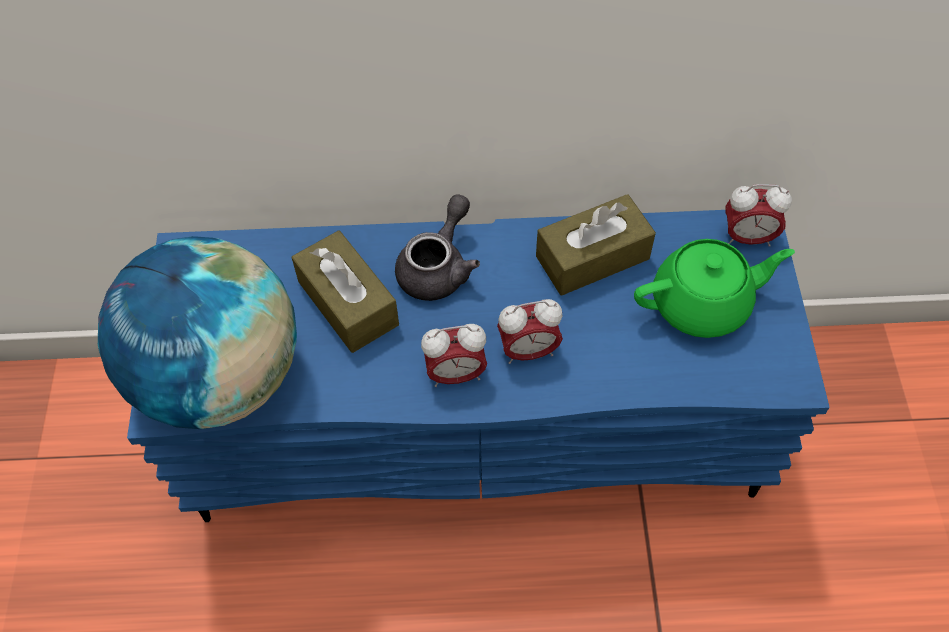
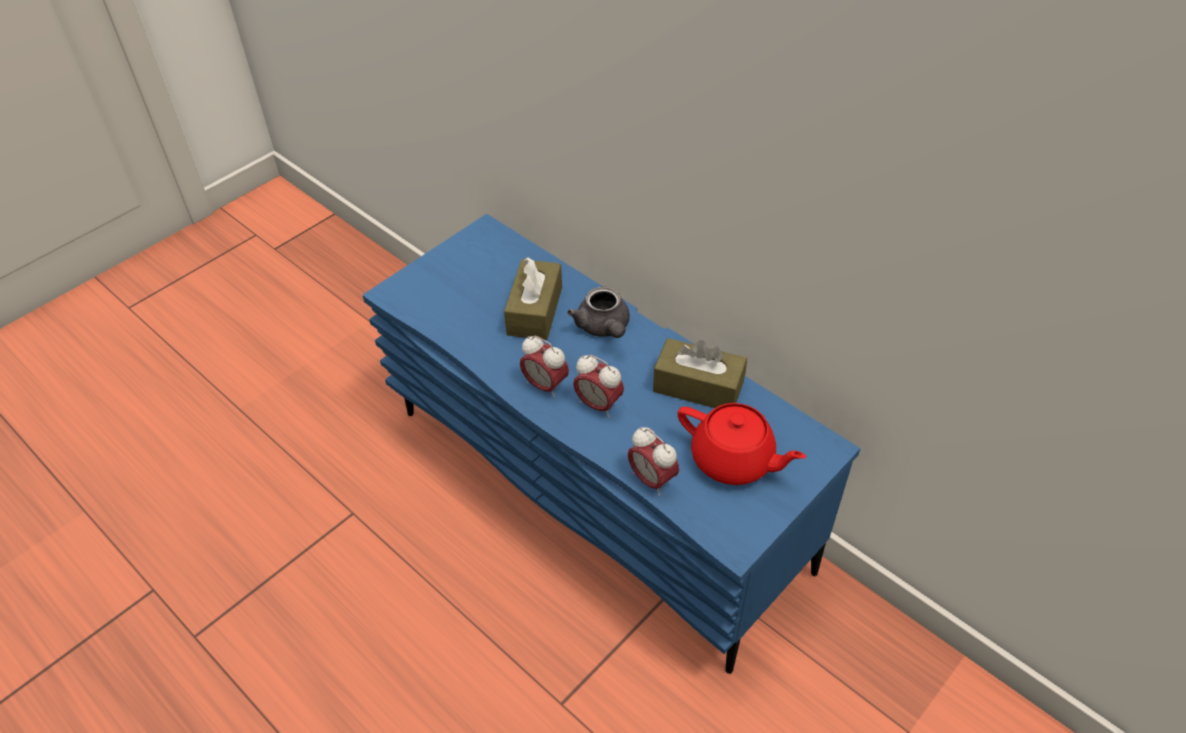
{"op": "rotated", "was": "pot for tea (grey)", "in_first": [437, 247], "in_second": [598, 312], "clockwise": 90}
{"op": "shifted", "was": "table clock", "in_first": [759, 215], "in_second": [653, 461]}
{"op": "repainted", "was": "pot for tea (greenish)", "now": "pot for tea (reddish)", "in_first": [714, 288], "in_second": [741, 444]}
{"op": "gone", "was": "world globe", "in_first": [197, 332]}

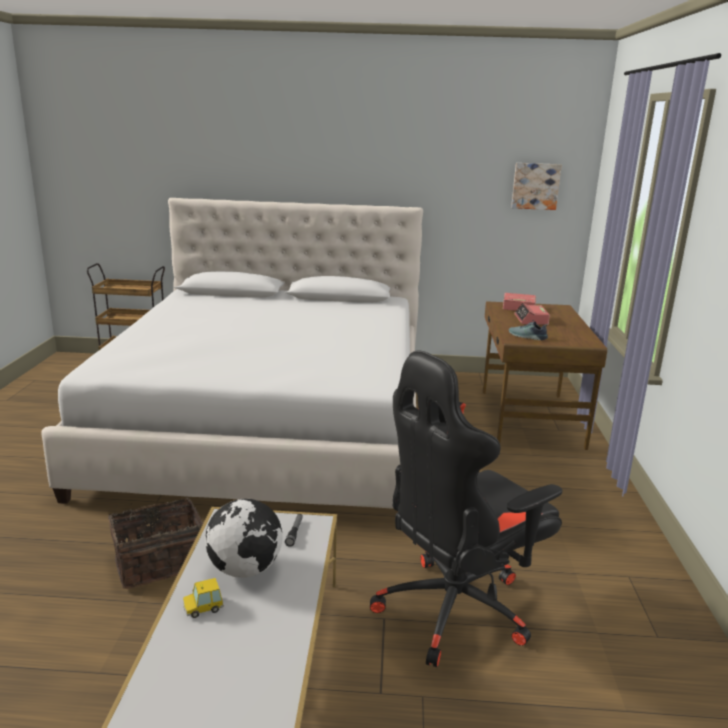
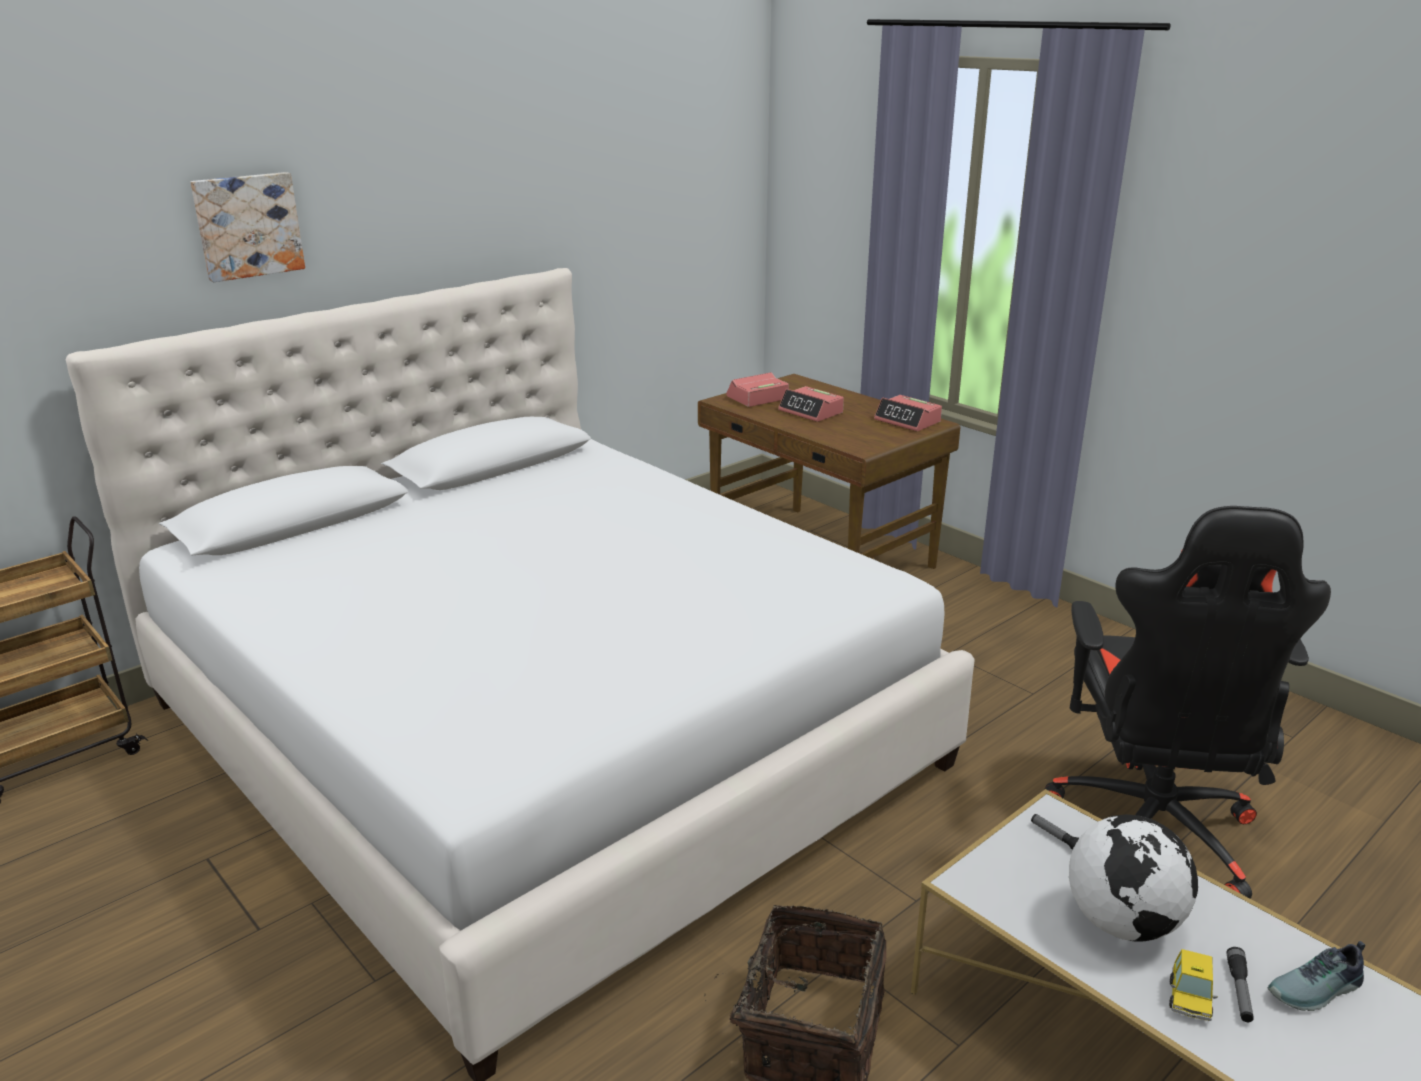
{"op": "shifted", "was": "wall picture", "in_first": [536, 186], "in_second": [247, 227]}
{"op": "new", "now": "table clock", "in_second": [908, 413]}
{"op": "new", "now": "flashlight", "in_second": [1239, 984]}
{"op": "shifted", "was": "item of footwear", "in_first": [528, 330], "in_second": [1316, 976]}

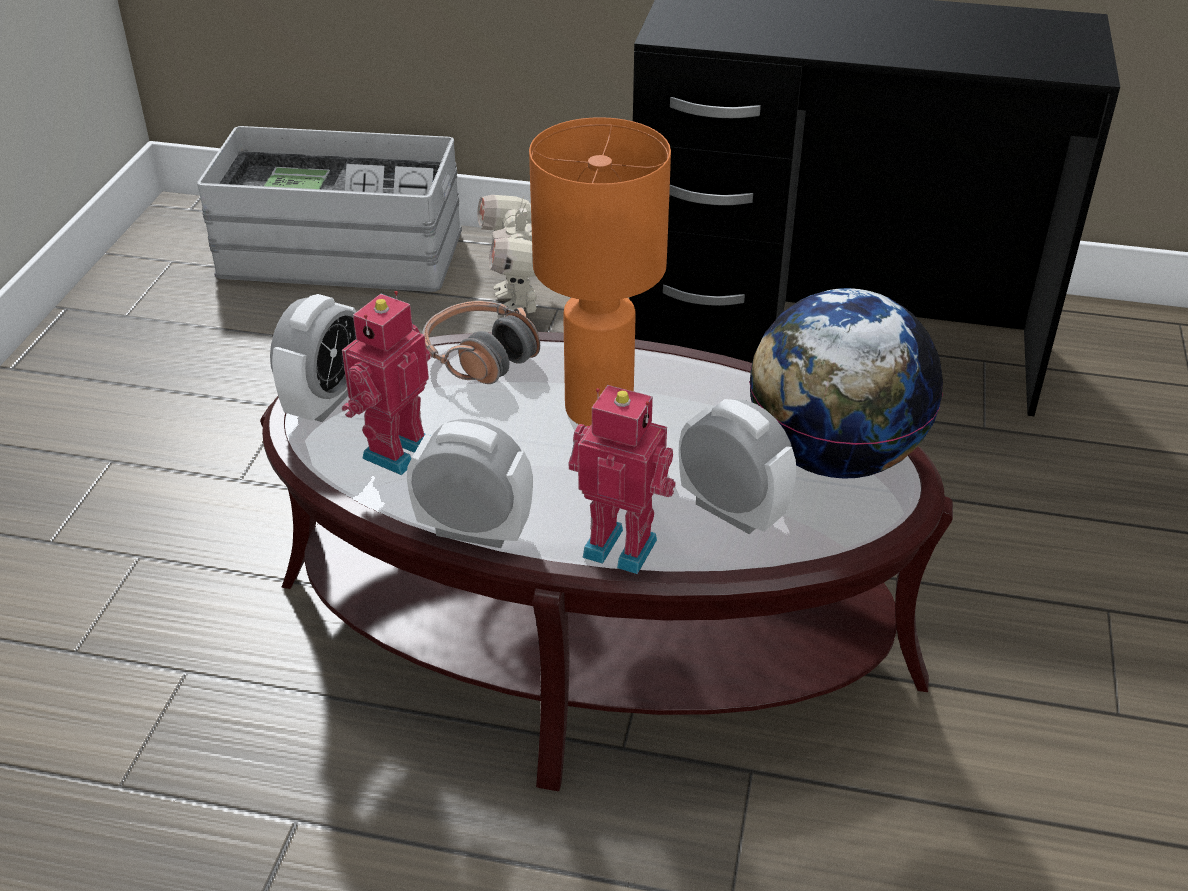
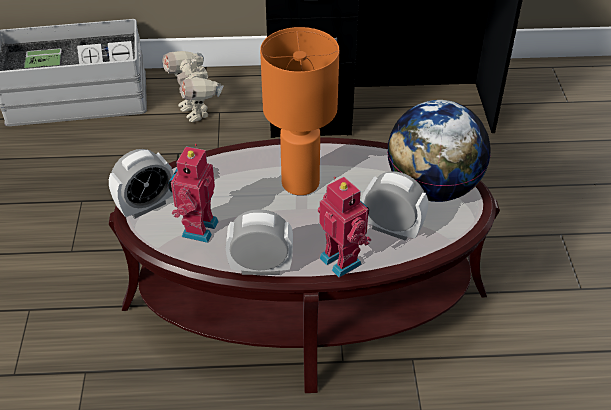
{"op": "rotated", "was": "table clock", "in_first": [313, 358], "in_second": [141, 183], "clockwise": 45}
{"op": "rotated", "was": "robot figure", "in_first": [622, 479], "in_second": [344, 227], "clockwise": 45}
{"op": "gone", "was": "headset", "in_first": [481, 342]}

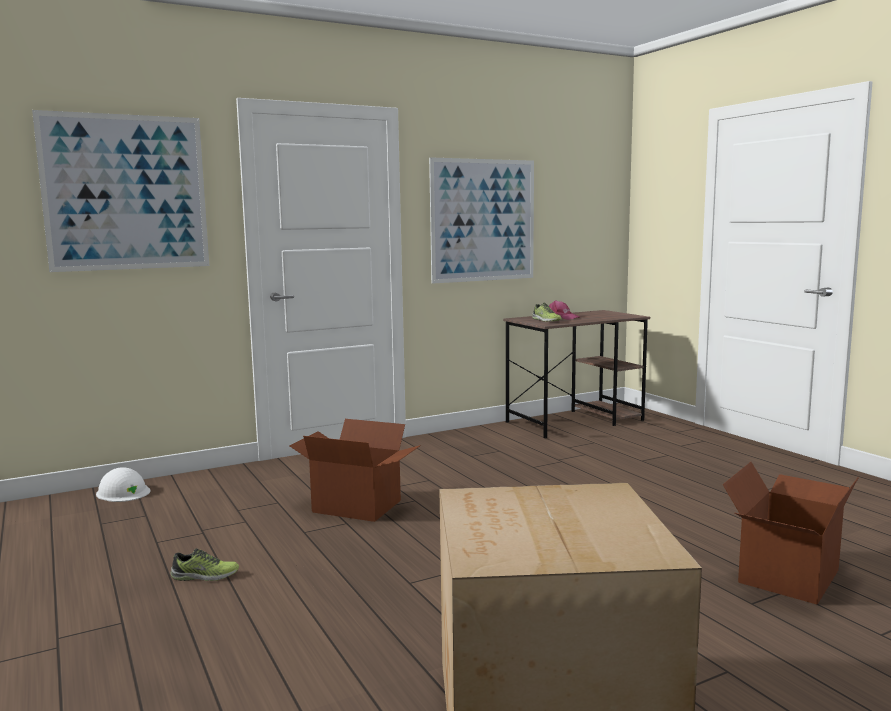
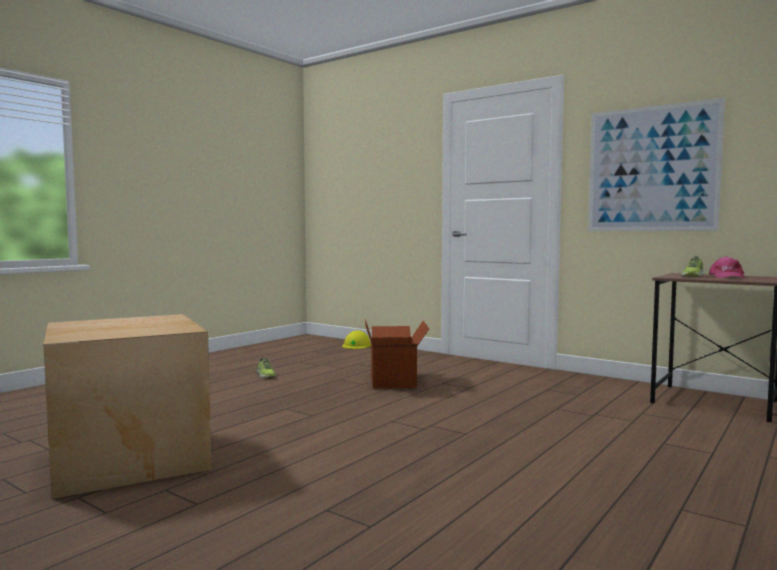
{"op": "repainted", "was": "work helmet (white-coloured)", "now": "work helmet (yellow)", "in_first": [123, 484], "in_second": [356, 339]}
{"op": "gone", "was": "wall picture", "in_first": [120, 191]}
{"op": "gone", "was": "packing box", "in_first": [791, 533]}

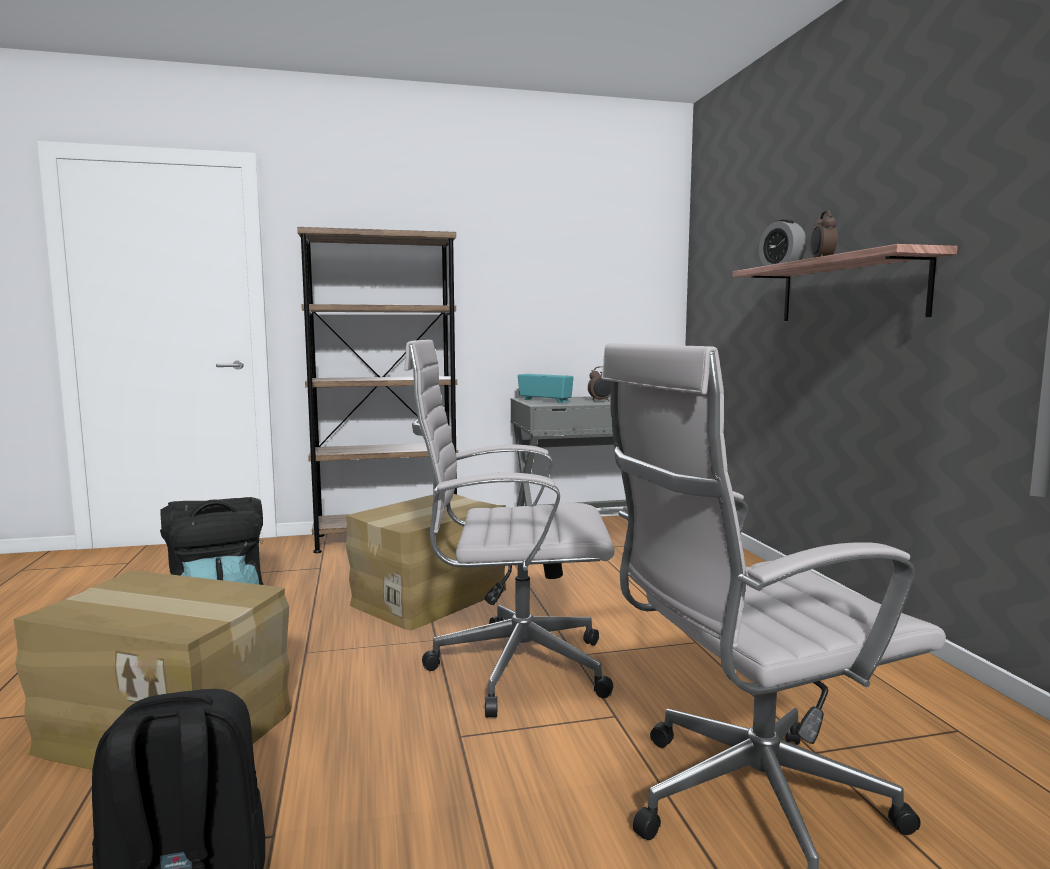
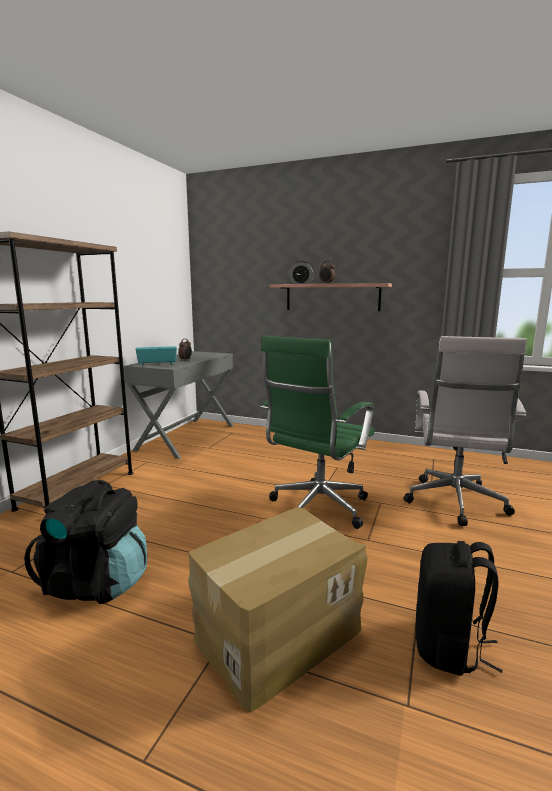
{"op": "repainted", "was": "desk chair (white-coloured)", "now": "desk chair (greenish)", "in_first": [509, 529], "in_second": [318, 432]}
{"op": "gone", "was": "packing box", "in_first": [426, 562]}

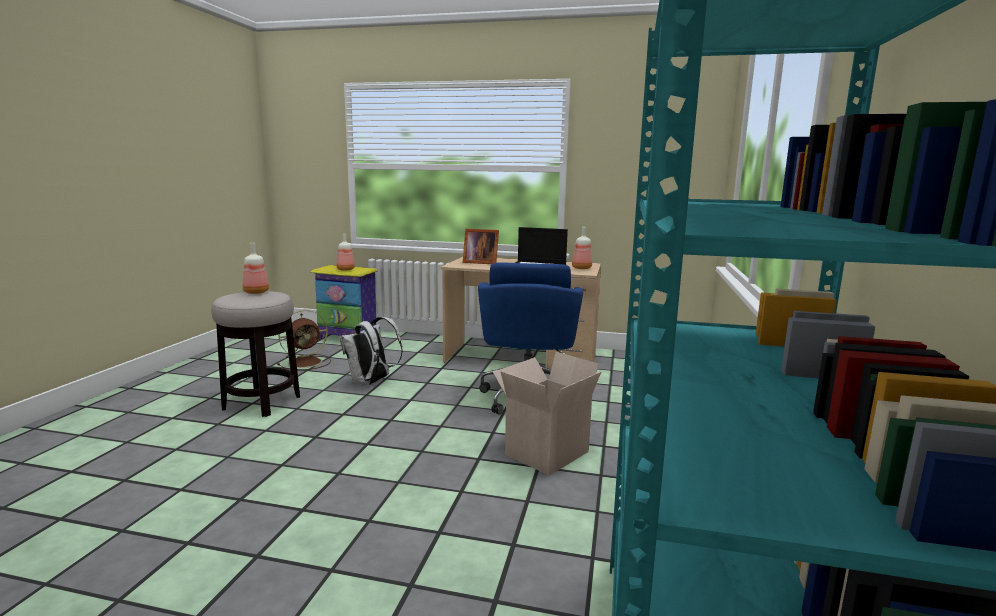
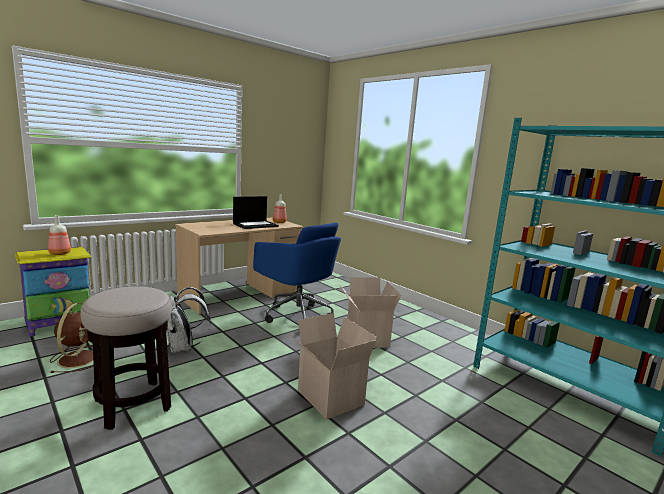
{"op": "new", "now": "packing box", "in_second": [332, 366]}
{"op": "gone", "was": "drink bottle", "in_first": [256, 268]}
{"op": "gone", "was": "picture frame", "in_first": [481, 246]}

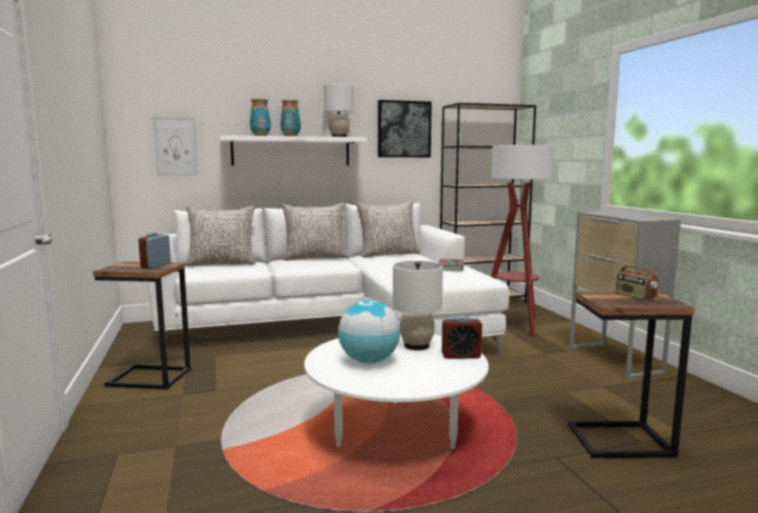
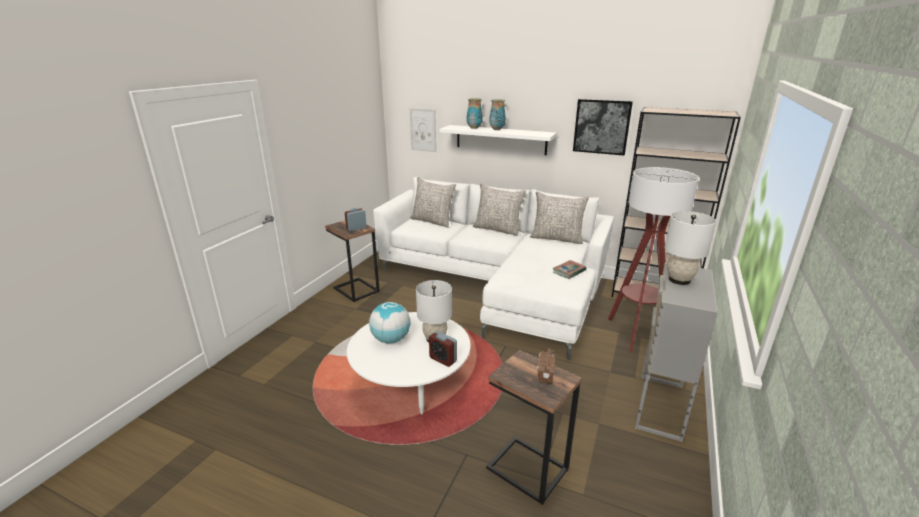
{"op": "shifted", "was": "tabletop lamp (white-coloured)", "in_first": [339, 110], "in_second": [690, 248]}

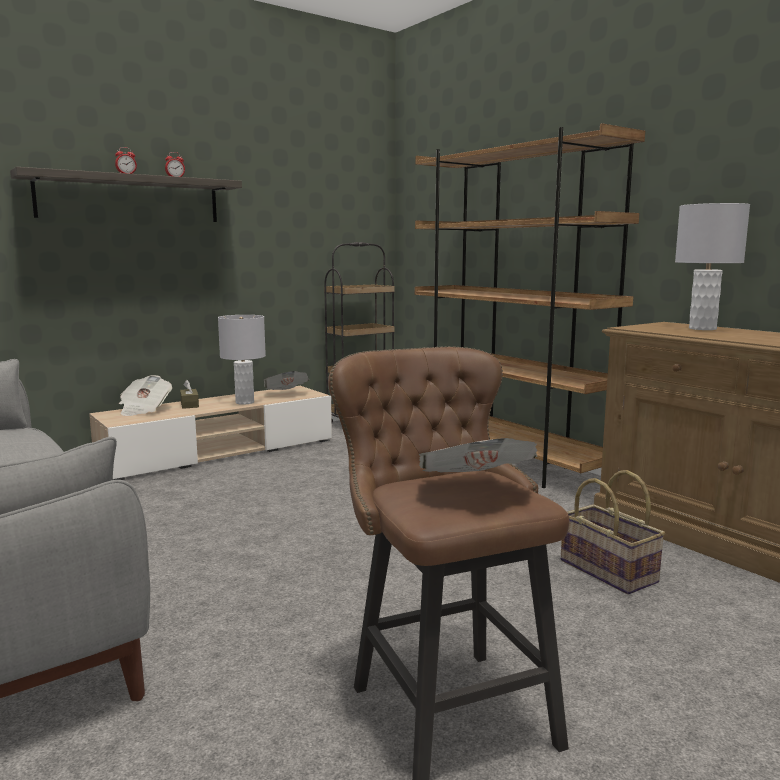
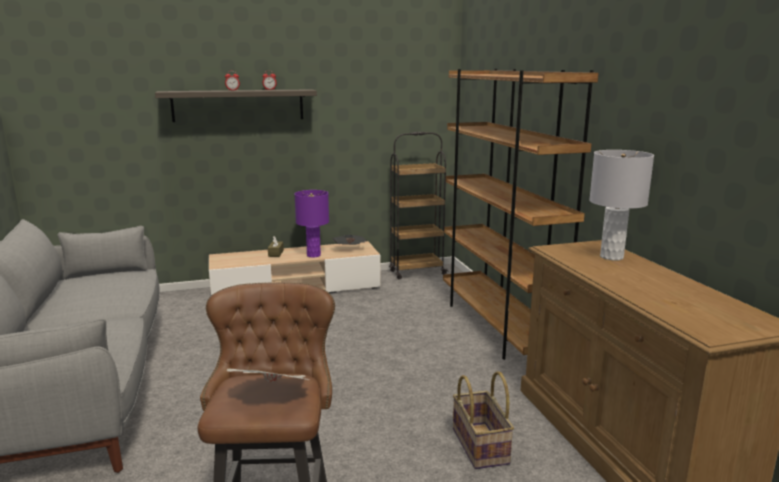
{"op": "repainted", "was": "tabletop lamp (grey)", "now": "tabletop lamp (purplish)", "in_first": [242, 360], "in_second": [311, 224]}
{"op": "gone", "was": "newspaper", "in_first": [145, 395]}

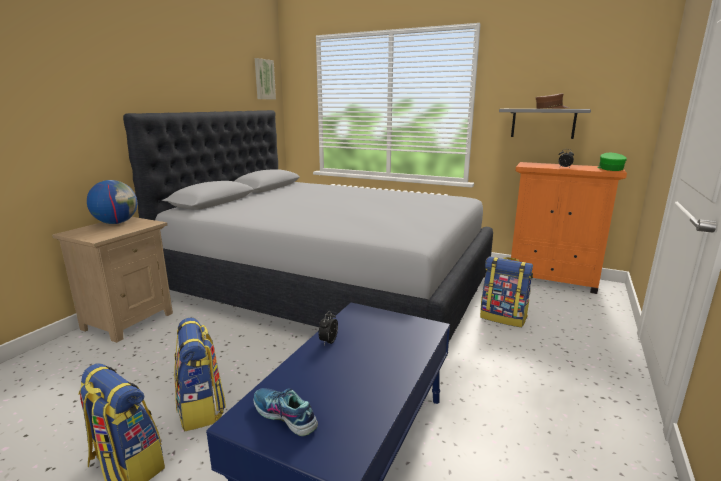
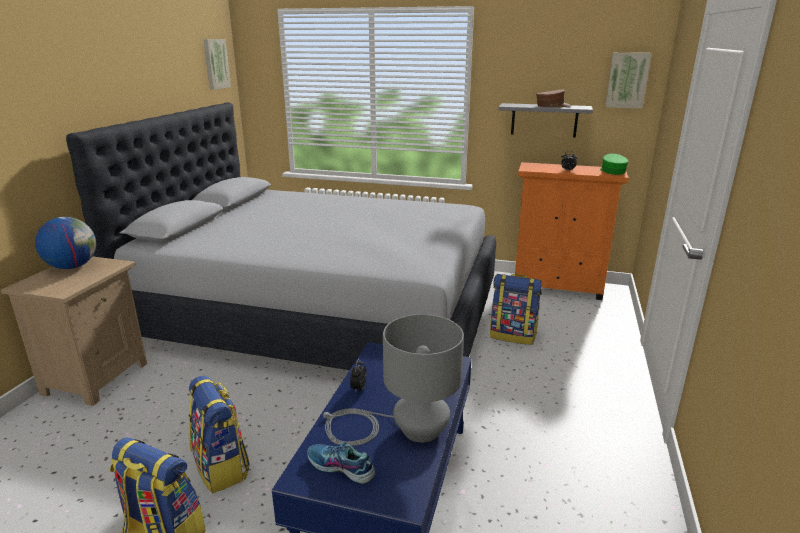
{"op": "new", "now": "tabletop lamp (grey)", "in_second": [393, 380]}
{"op": "new", "now": "wall picture", "in_second": [628, 81]}

